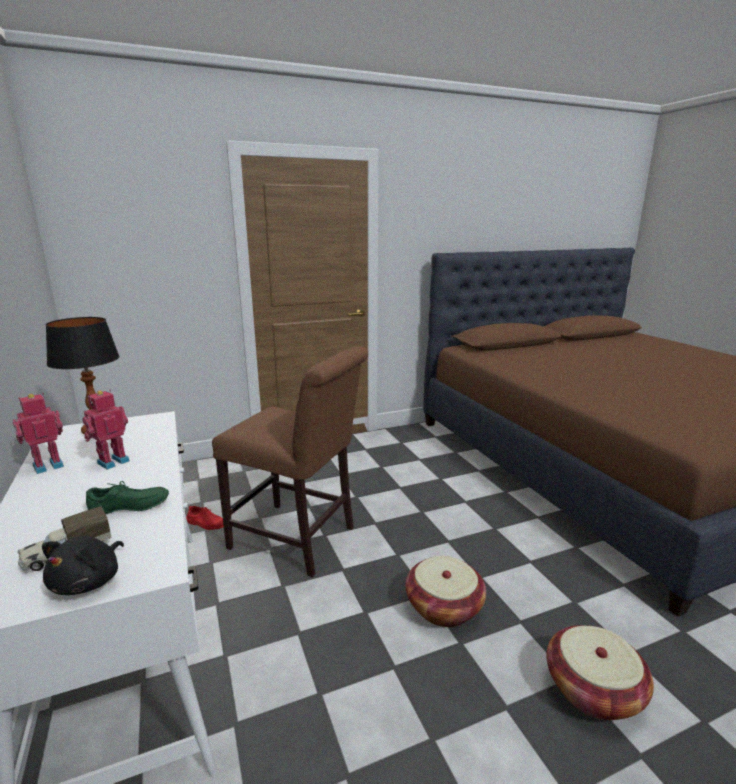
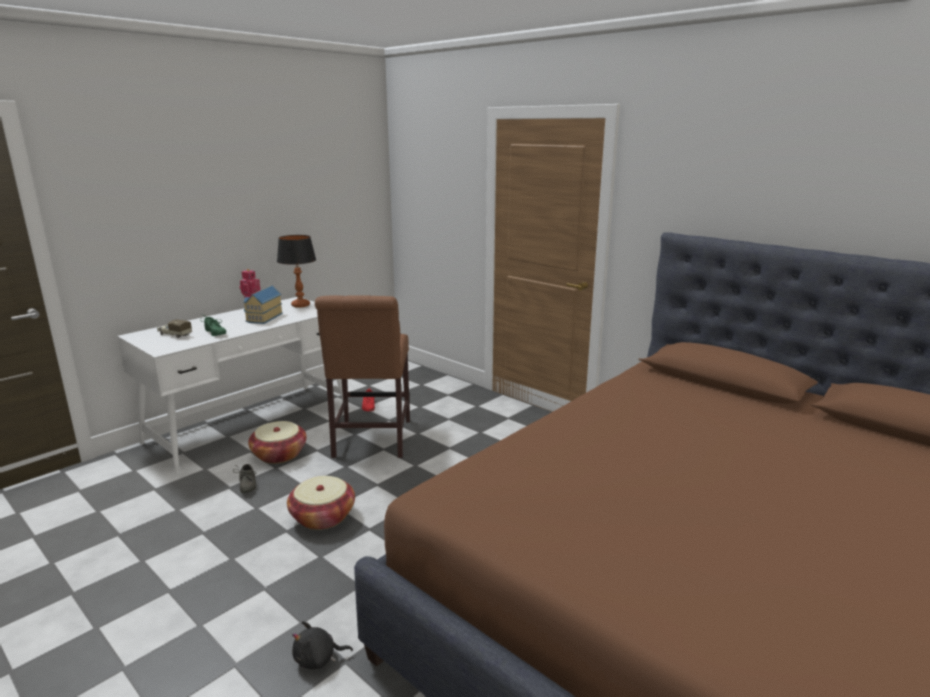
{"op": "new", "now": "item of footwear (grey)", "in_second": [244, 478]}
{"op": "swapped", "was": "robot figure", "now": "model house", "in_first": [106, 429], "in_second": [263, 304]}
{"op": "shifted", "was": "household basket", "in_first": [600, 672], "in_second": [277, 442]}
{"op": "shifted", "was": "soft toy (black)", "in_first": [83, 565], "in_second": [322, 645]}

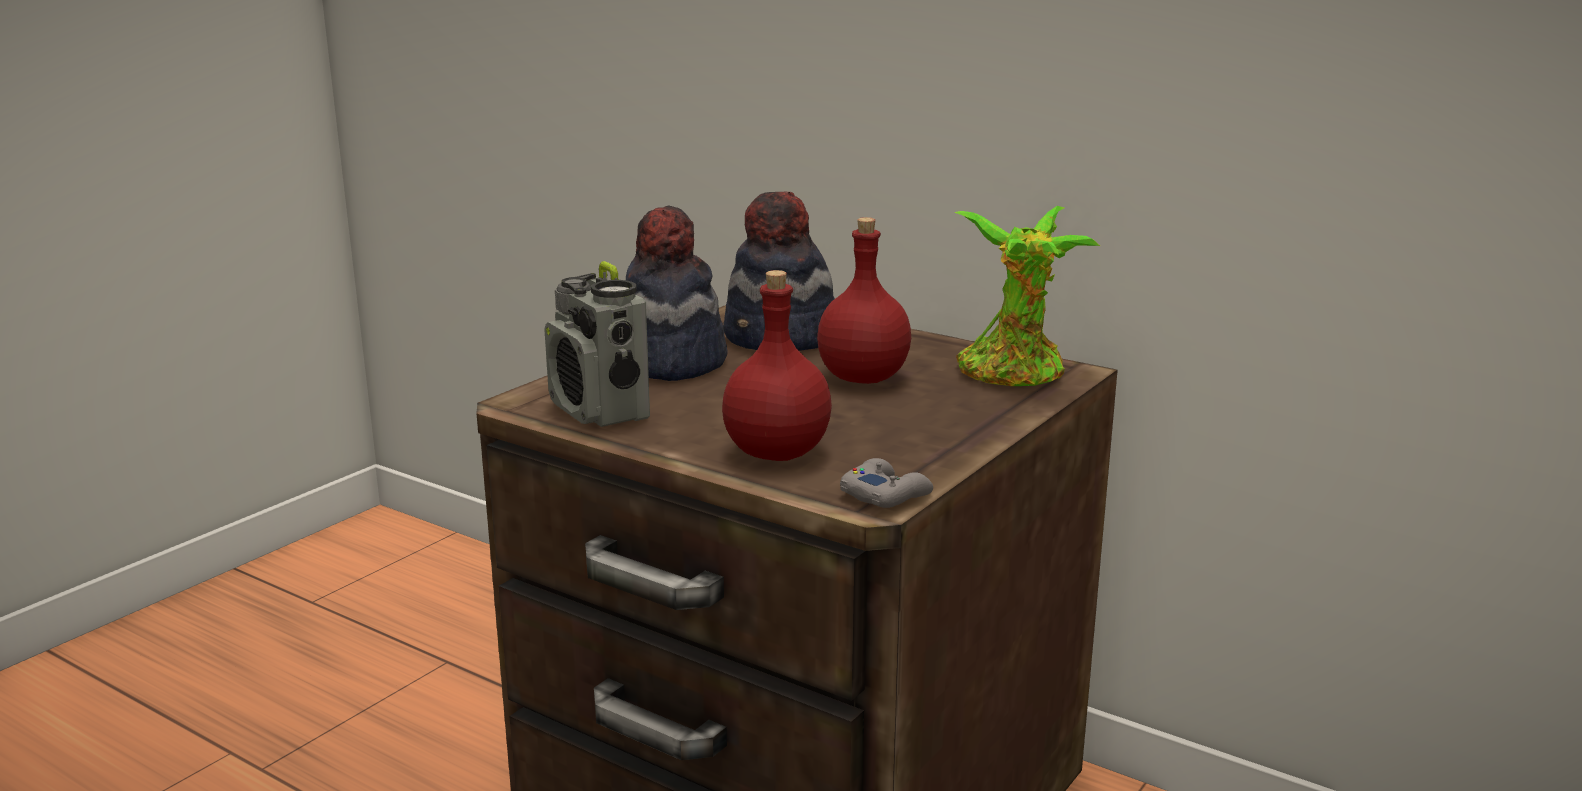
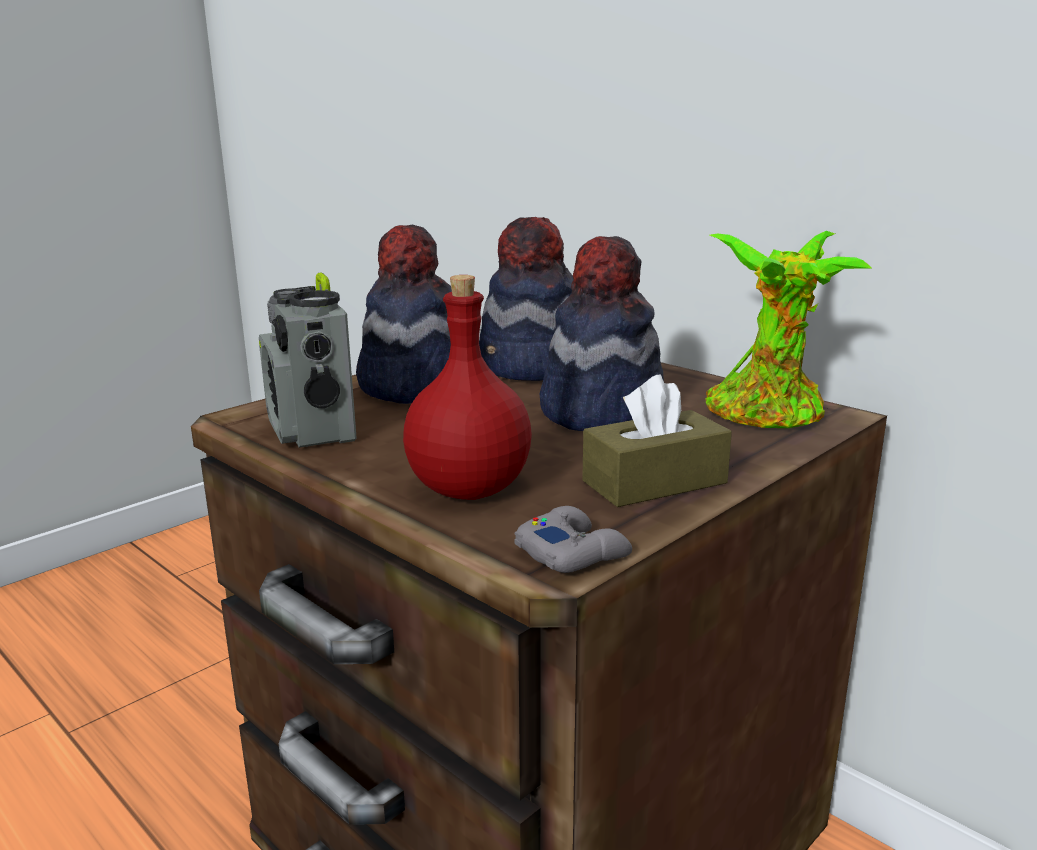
{"op": "swapped", "was": "drink bottle (reddish)", "now": "wearable hat", "in_first": [864, 300], "in_second": [602, 333]}
{"op": "new", "now": "box of tissues (brown)", "in_second": [657, 441]}

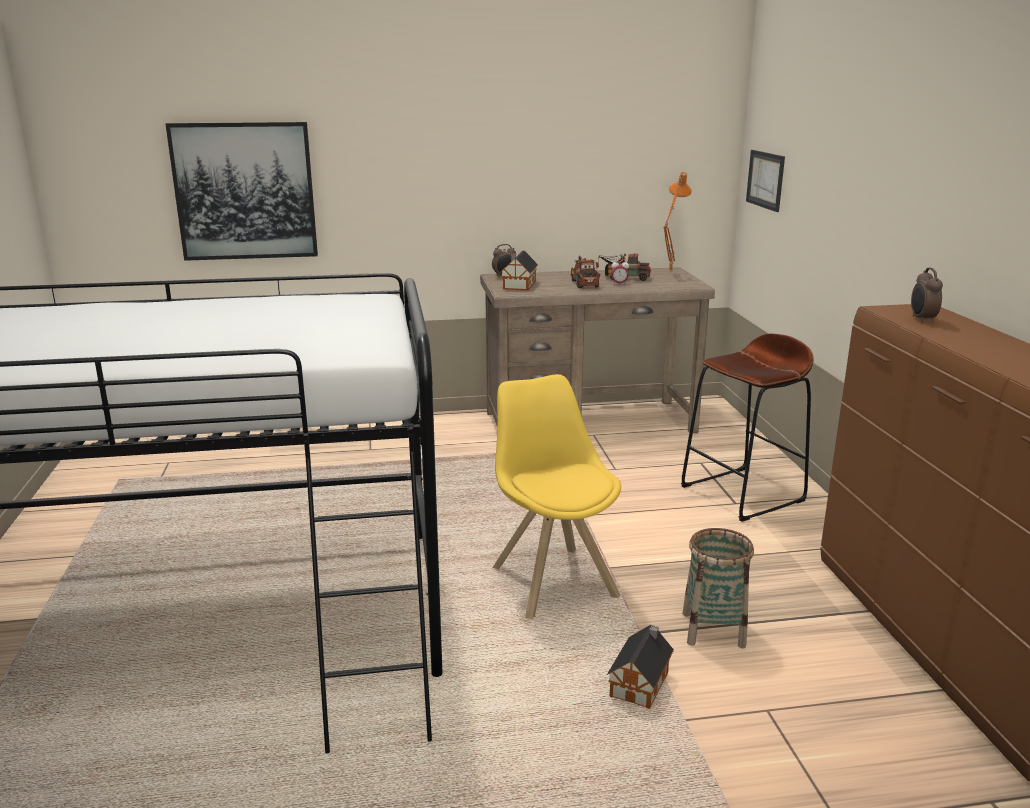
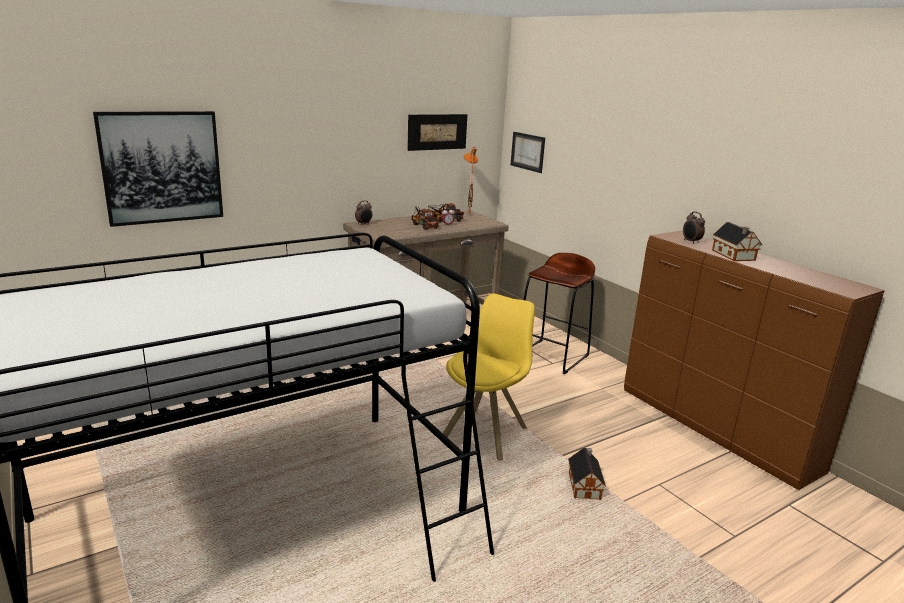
{"op": "new", "now": "wall picture", "in_second": [437, 132]}
{"op": "rotated", "was": "plain chair (yellow)", "in_first": [556, 496], "in_second": [489, 377], "clockwise": 75}
{"op": "shifted", "was": "model house", "in_first": [519, 270], "in_second": [737, 241]}
{"op": "gone", "was": "household basket", "in_first": [718, 588]}

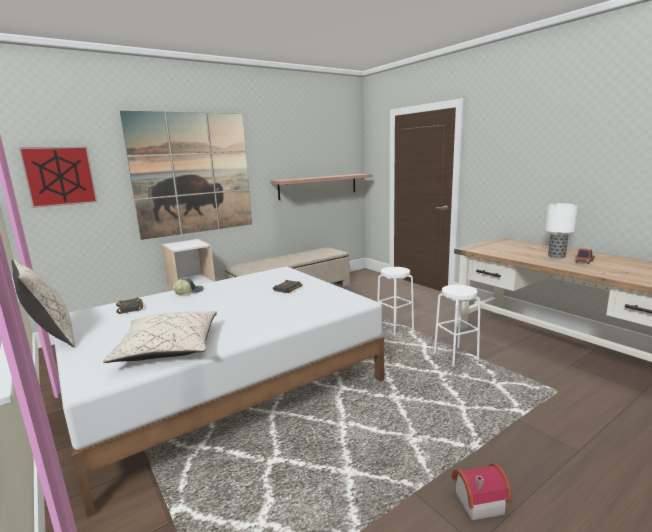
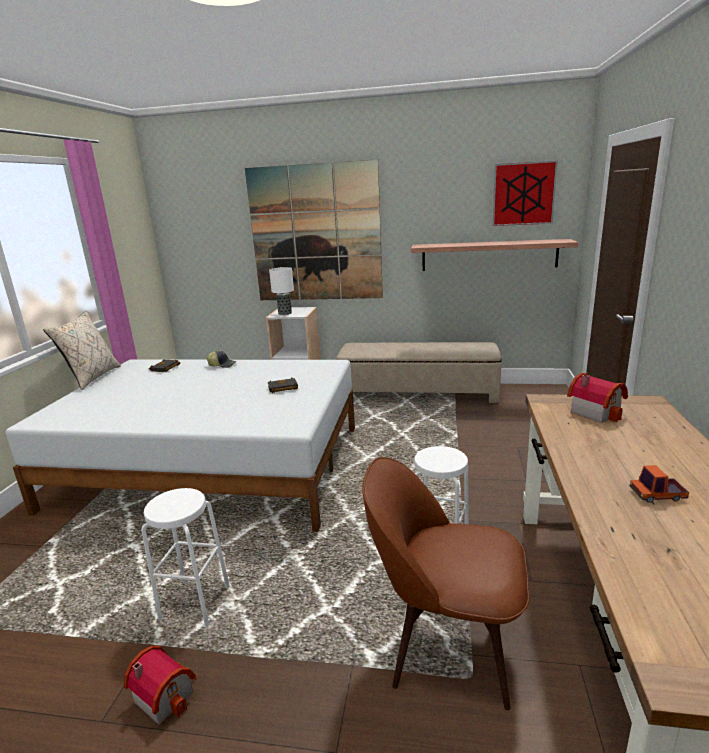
{"op": "shifted", "was": "sitting stool (white-coloured)", "in_first": [395, 301], "in_second": [185, 557]}
{"op": "shifted", "was": "tabletop lamp", "in_first": [561, 230], "in_second": [281, 291]}
{"op": "new", "now": "plain chair (brown)", "in_second": [445, 583]}
{"op": "shifted", "was": "wall picture", "in_first": [58, 177], "in_second": [525, 193]}
{"op": "new", "now": "model house", "in_second": [597, 398]}
{"op": "gone", "was": "cushion (beige-coloured)", "in_first": [160, 337]}

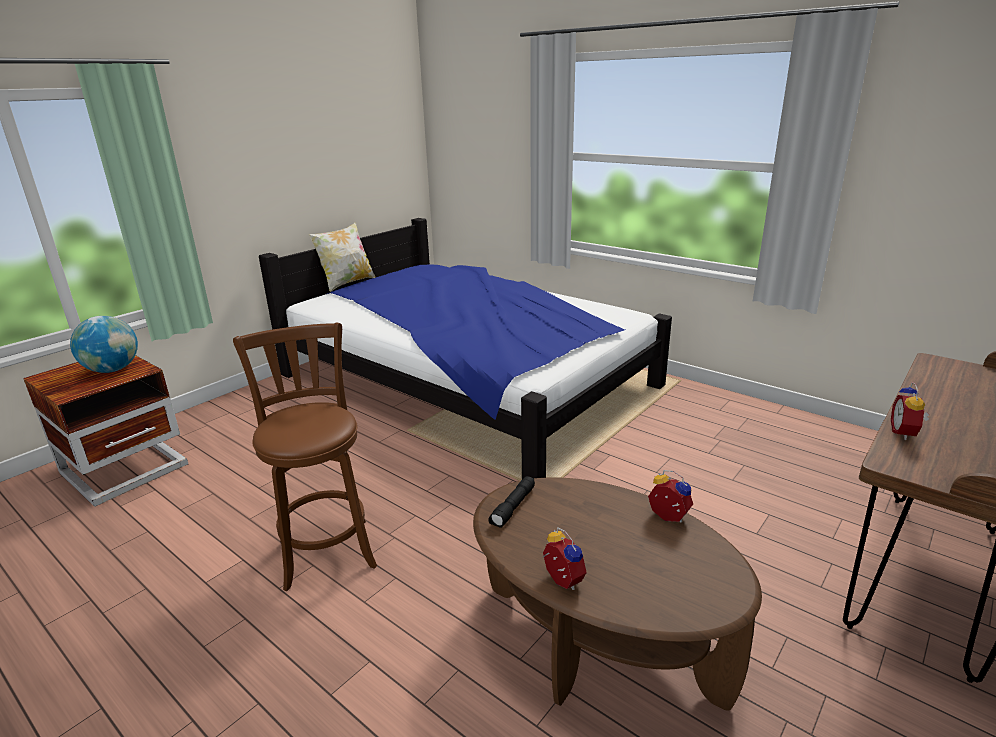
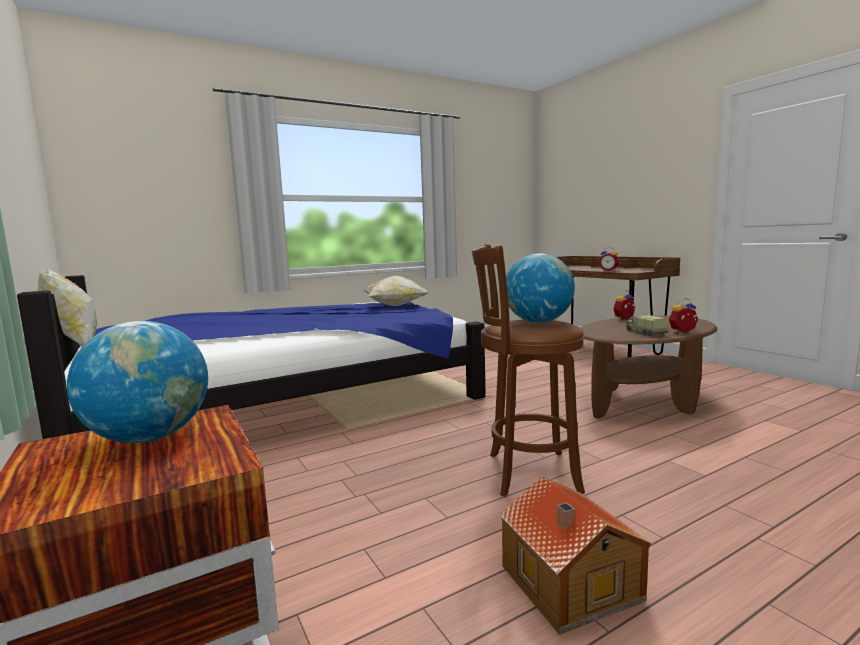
{"op": "new", "now": "cushion", "in_second": [396, 291]}
{"op": "new", "now": "model house", "in_second": [575, 555]}
{"op": "new", "now": "world globe", "in_second": [540, 288]}
{"op": "new", "now": "model truck", "in_second": [647, 325]}
{"op": "gone", "was": "flashlight (black)", "in_first": [511, 502]}

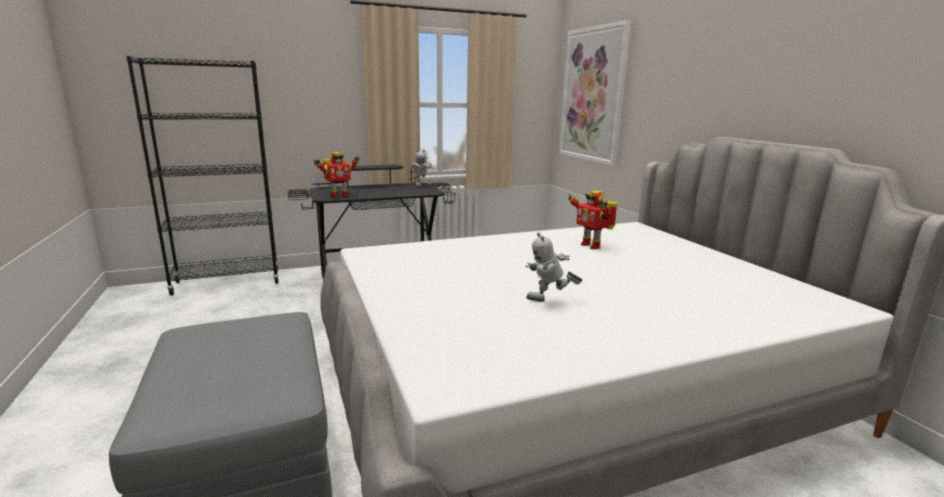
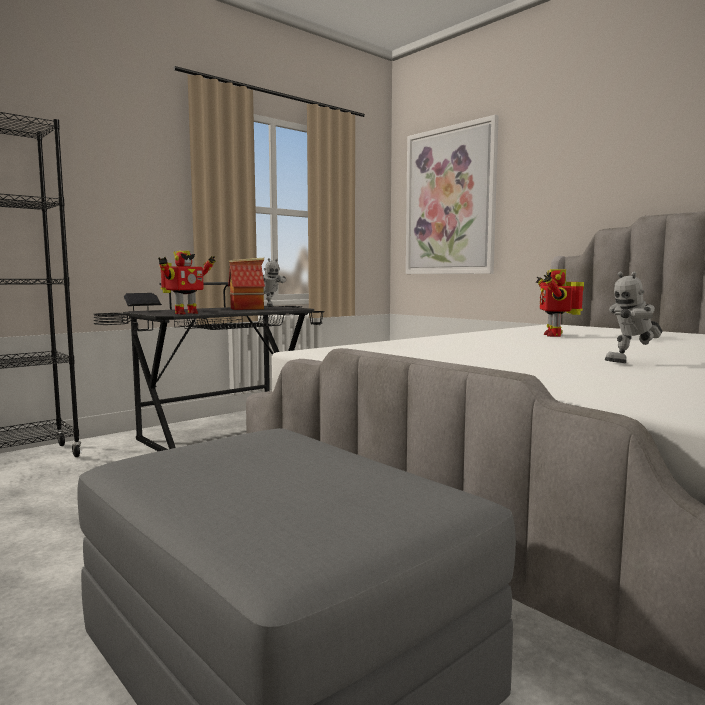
{"op": "new", "now": "model house", "in_second": [246, 284]}
{"op": "rotated", "was": "robot figure", "in_first": [593, 220], "in_second": [560, 303], "clockwise": 60}

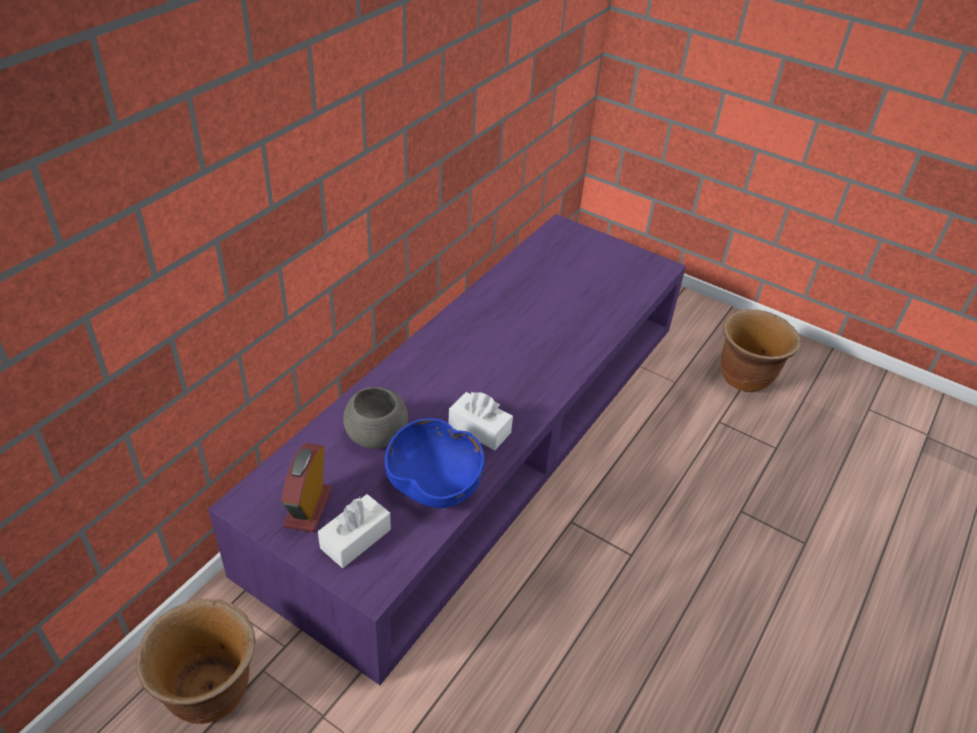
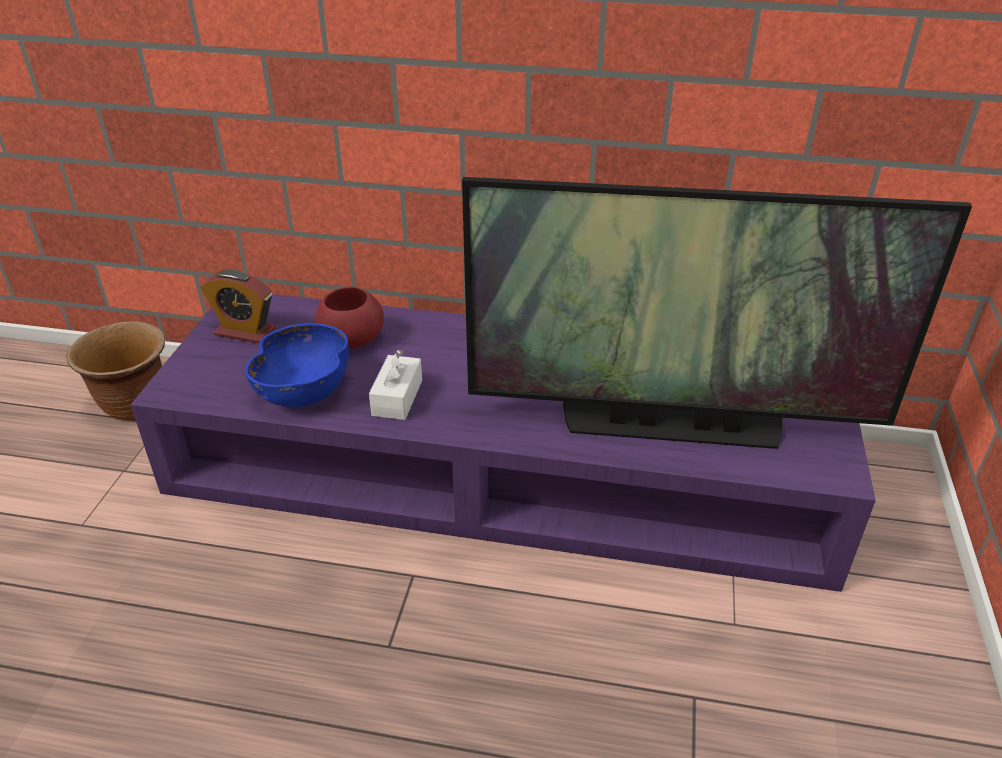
{"op": "rotated", "was": "table clock", "in_first": [306, 487], "in_second": [238, 307], "clockwise": -150}
{"op": "repainted", "was": "deep dish (grey)", "now": "deep dish (reddish)", "in_first": [375, 418], "in_second": [349, 317]}
{"op": "new", "now": "TV", "in_second": [717, 313]}
{"op": "gone", "was": "box of tissues (white-coloured)", "in_first": [354, 531]}
{"op": "gone", "was": "flower pot (brown)", "in_first": [761, 350]}

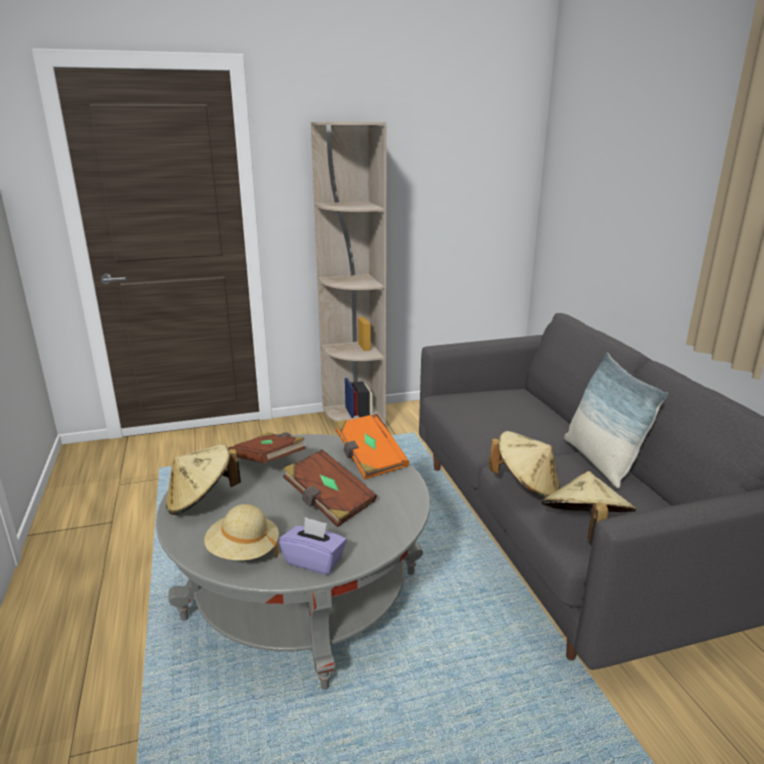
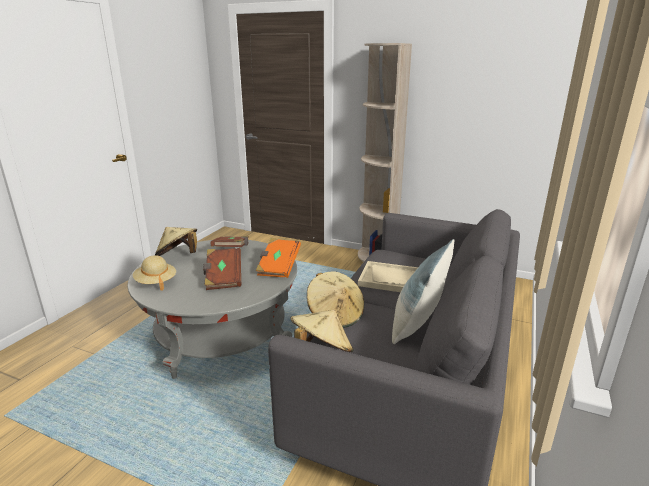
{"op": "new", "now": "tray (beige-coloured)", "in_second": [388, 276]}
{"op": "gone", "was": "box of tissues (purplish)", "in_first": [313, 546]}

